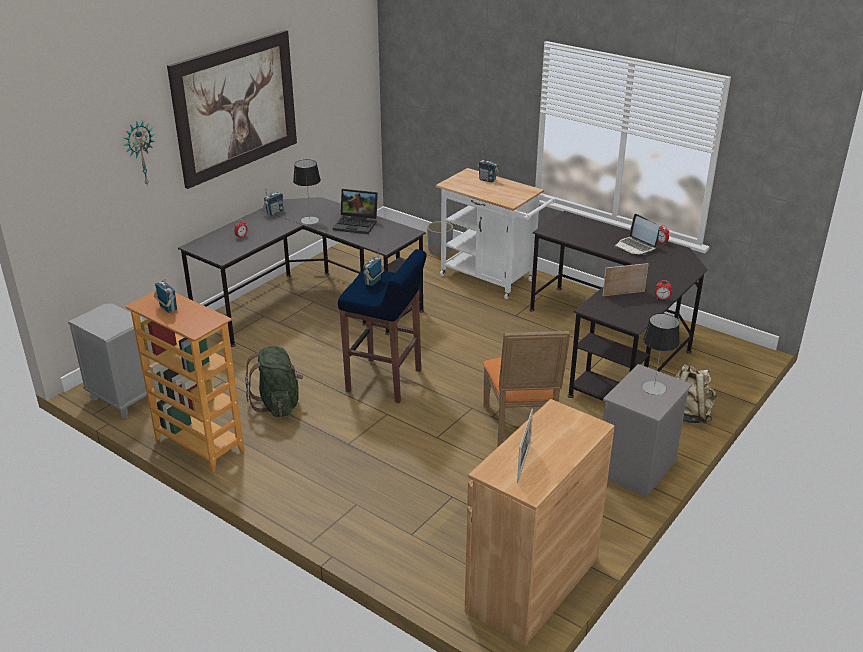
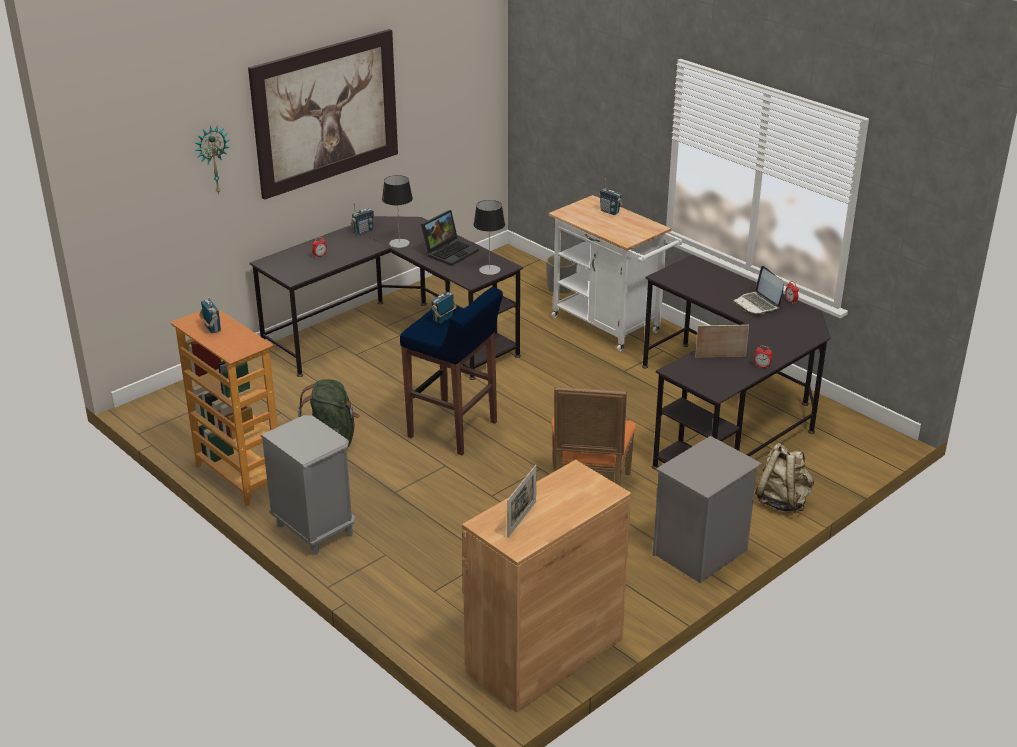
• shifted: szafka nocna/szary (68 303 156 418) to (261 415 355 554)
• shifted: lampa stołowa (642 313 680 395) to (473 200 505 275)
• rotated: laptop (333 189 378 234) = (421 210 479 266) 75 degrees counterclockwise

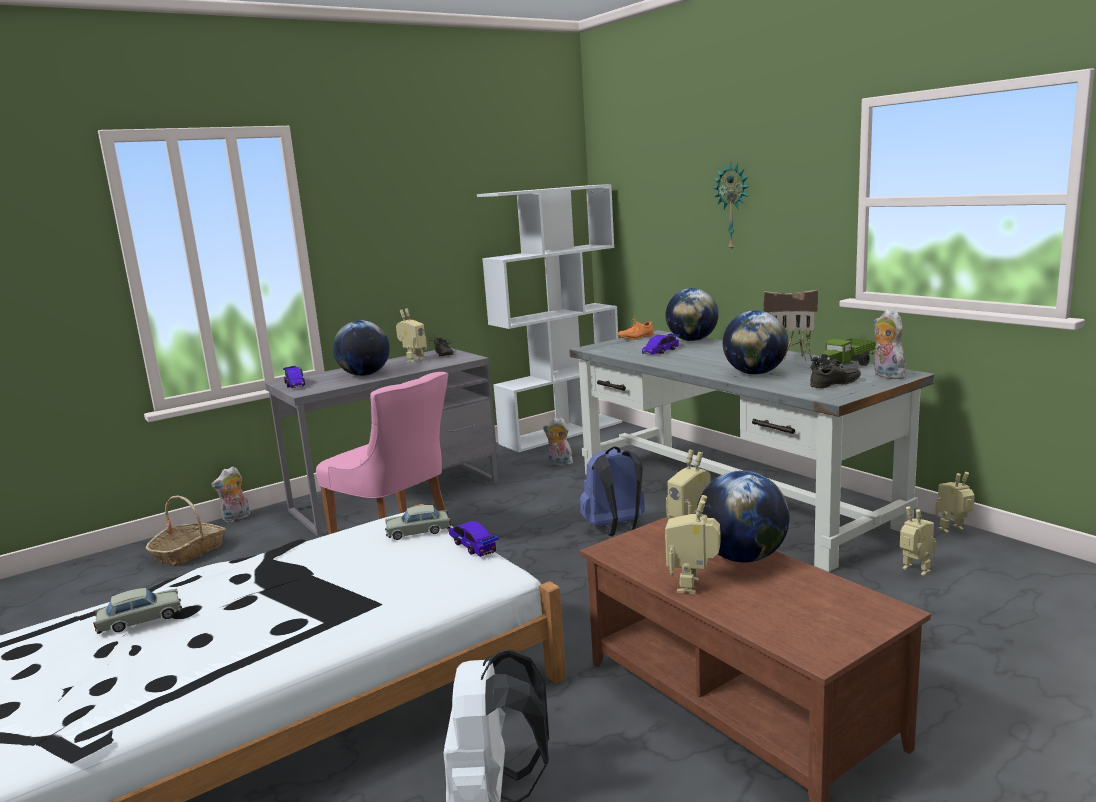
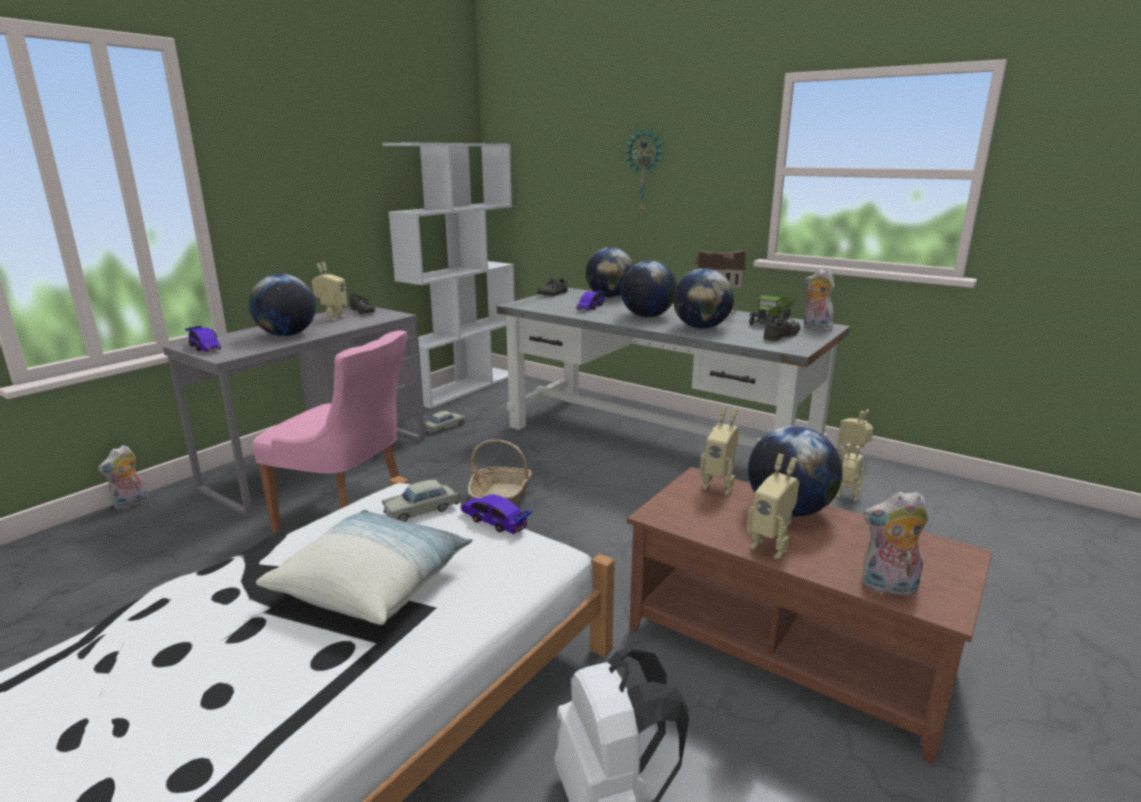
• gone: plecak/niebieski (580 446 645 536)
• new: poduszka (256 510 472 625)
• new: globus (621 261 677 317)
• shifted: samochodzik/beżowy (93 588 182 634) to (424 411 466 433)
• shifted: koszyk (146 496 226 566) to (468 439 532 505)
• shifted: pluszak (543 418 575 466) to (862 491 929 596)
• repainted: but/pomarańczowy (618 315 654 340) to but/szary (537 274 568 296)
• rotated: robot zabawkowy (665 495 721 594) = (747 453 799 559) 45 degrees counterclockwise

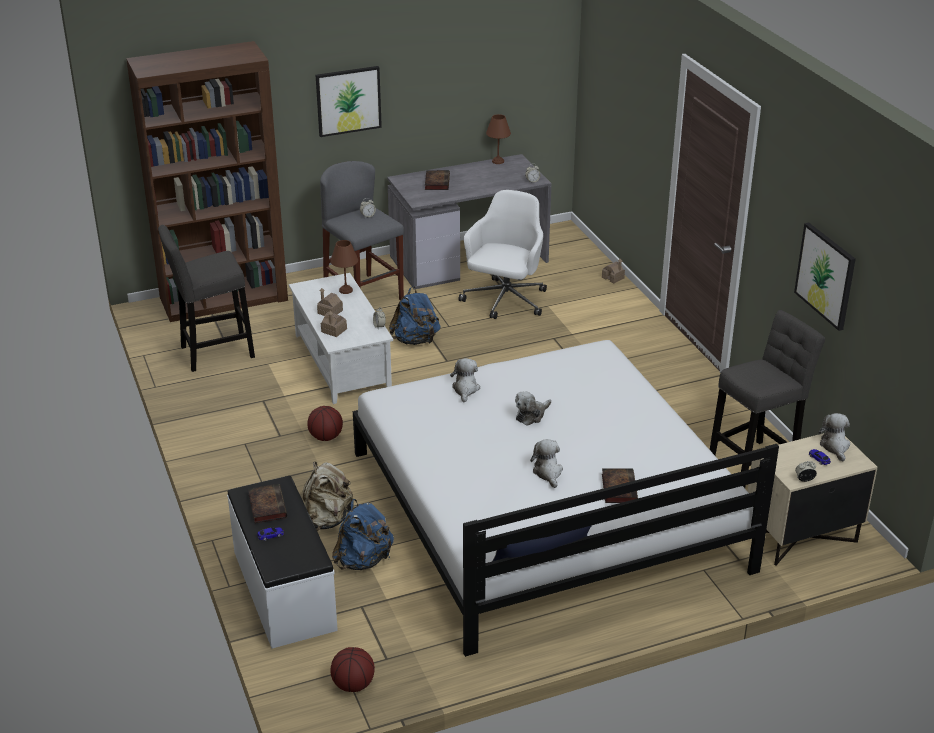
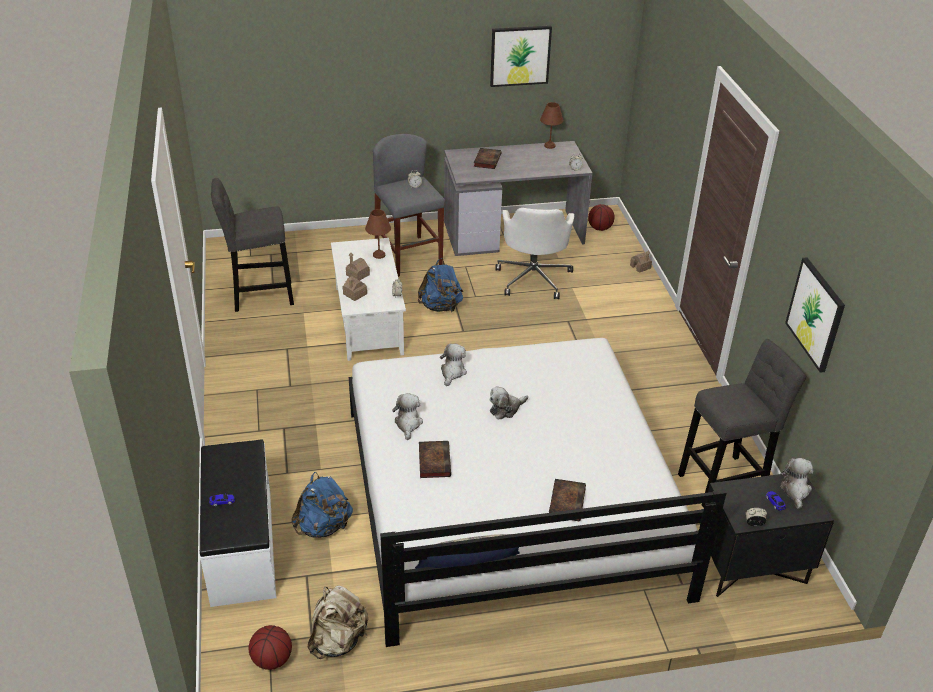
• gone: regał/brązowy (126 41 288 322)
• shifted: książka (248 484 287 523) to (419 441 451 478)
• shifted: plecak/beżowy (303 462 353 531) to (308 586 368 659)
• shifted: piłka do koszykówki (307 406 343 441) to (588 204 615 231)
• shifted: obraz (316 66 382 137) to (490 26 552 87)
• shifted: pluszak (530 439 563 488) to (392 393 423 440)
• repainted: szafka nocna/beżowy (748 433 877 566) to szafka nocna/czarny (705 474 834 597)
• rotated: krzesło biurowe/biały (459 190 547 319) = (495 208 574 299) 150 degrees clockwise

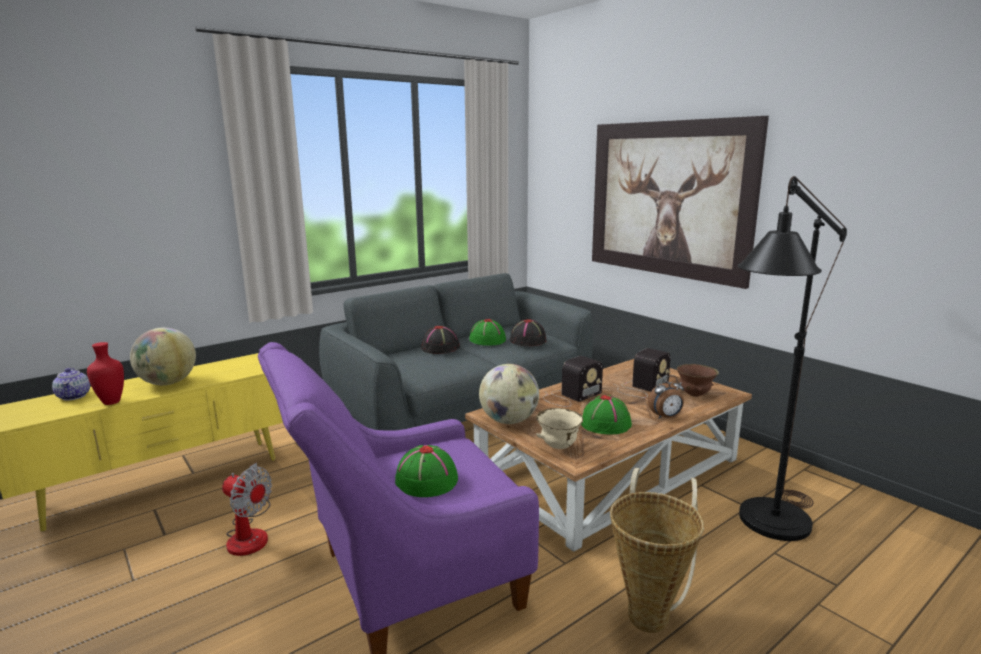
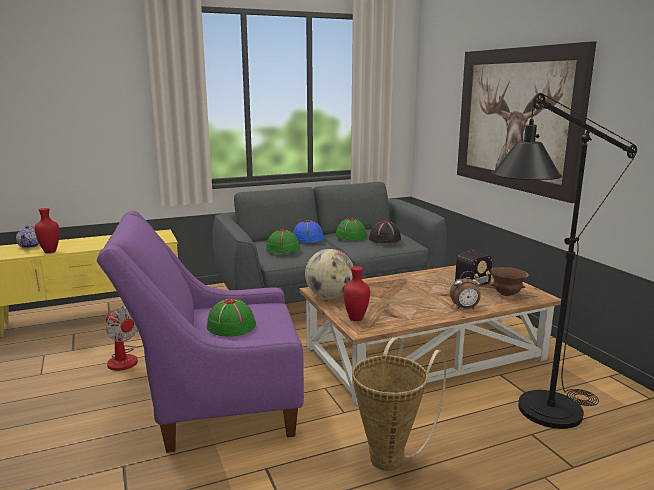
• gone: globus (130 328 196 385)
• gone: radio (544 356 603 407)
• shifted: kapelusz/zielony (581 395 632 434) to (266 229 300 254)
• swapped: miska/beżowy (536 408 583 449) to wazon/czerwony (343 266 370 321)
• repainted: kapelusz/czarny (421 326 460 354) to kapelusz/niebieski (293 220 324 243)

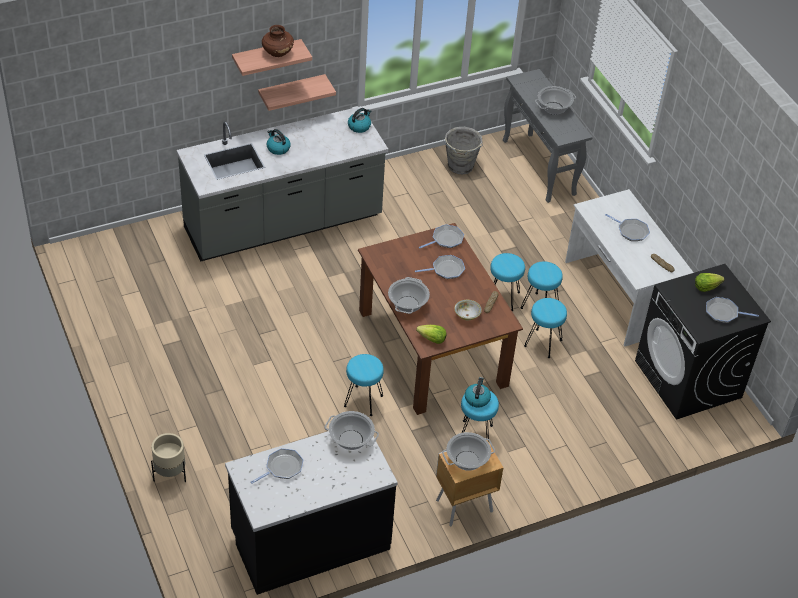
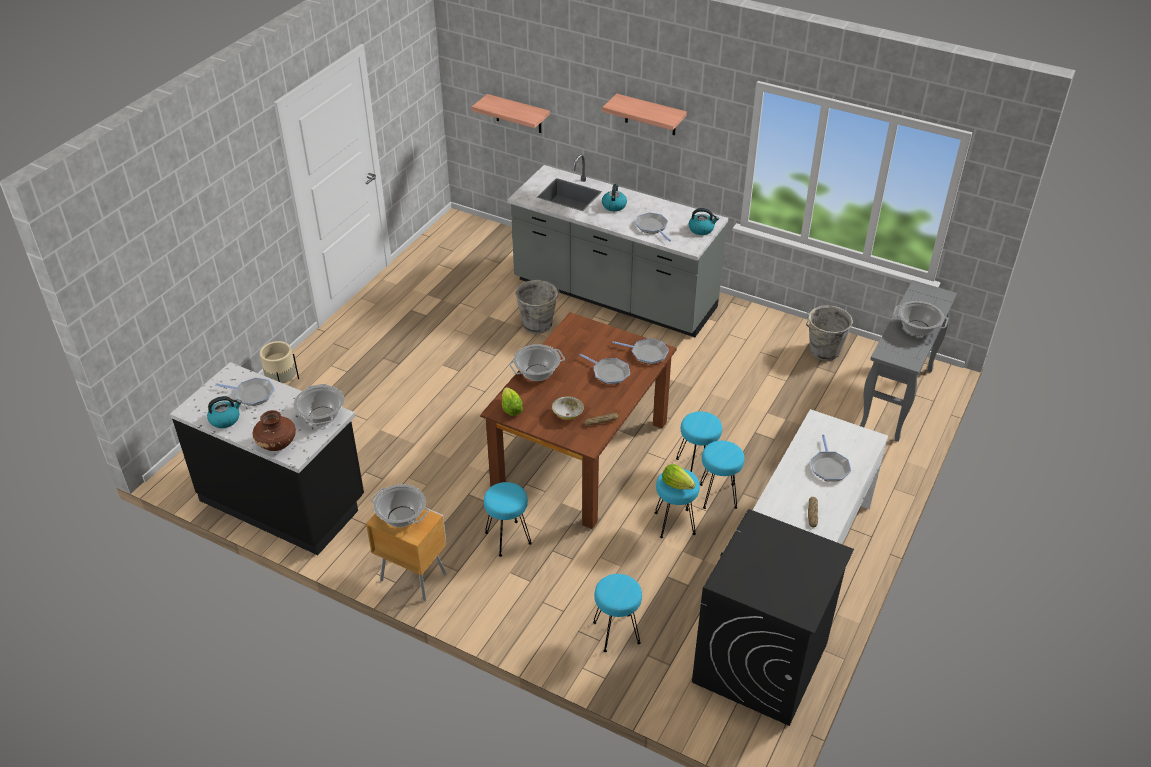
• new: wiadro/szary (515 280 559 334)
• shifted: półka (258 74 336 111) to (471 94 550 133)
• shifted: wazon/brązowy (262 25 294 57) to (253 410 296 451)
• shifted: stołek/turkusowy (344 354 384 416) to (593 574 642 652)
• shifted: czajnik (465 377 491 408) to (207 396 242 428)
• shifted: sałata (695 273 725 292) to (662 464 696 490)
• shifted: patelnia (706 297 759 323) to (635 212 671 241)

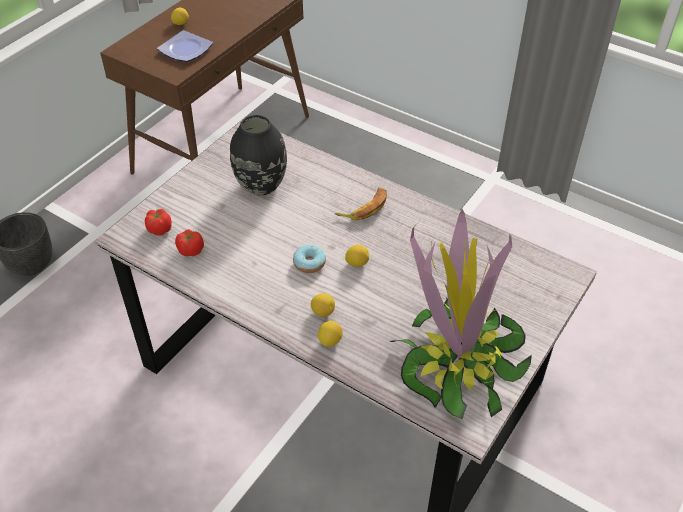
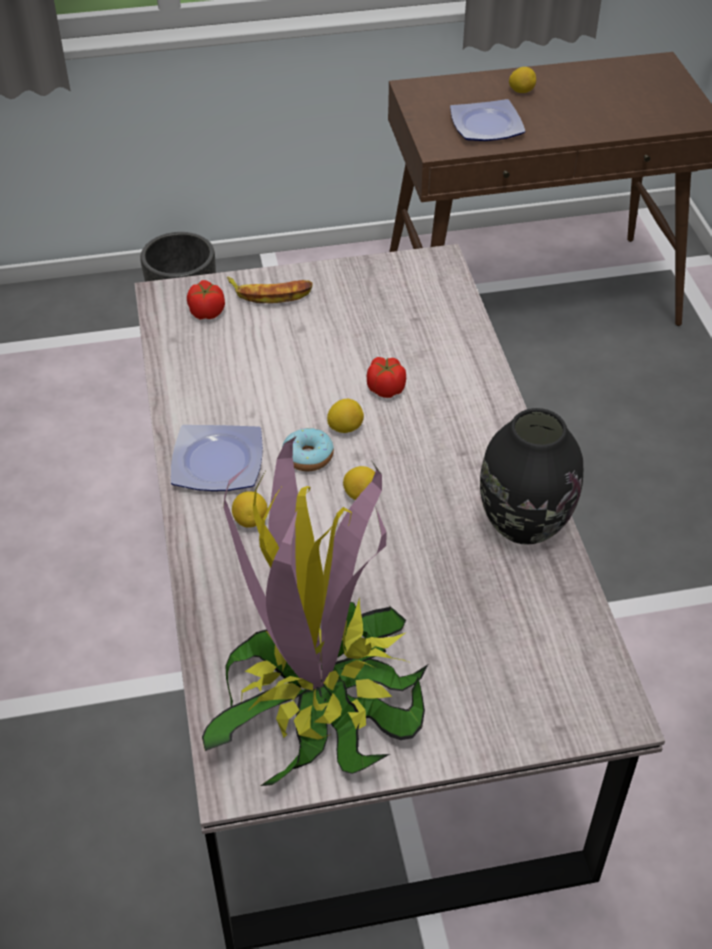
• new: talerz (171 425 263 491)
• shifted: pomidor (175 229 204 256) to (367 357 406 398)
• shifted: wazon/czarny (230 115 287 196) to (480 408 583 545)
• shifted: cytryna (318 321 343 347) to (327 399 364 433)
• shifted: banan (335 188 387 220) to (227 276 313 303)

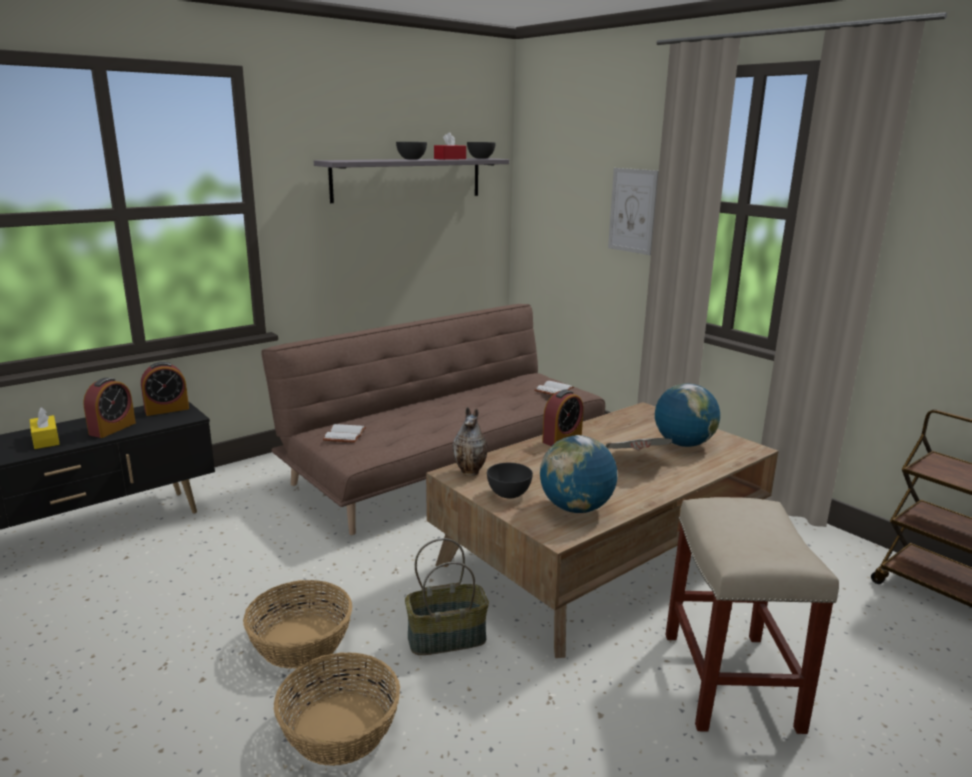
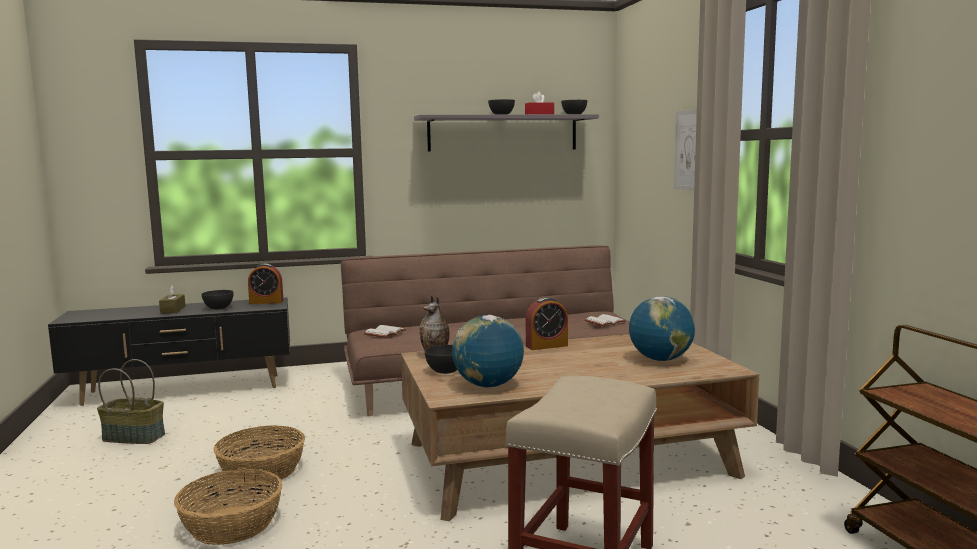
• gone: gazeta (606 438 673 451)
• shifted: koszyk (405 538 489 655) to (97 359 165 444)
• swapped: budzik (83 378 136 438) to miska/szary (201 290 234 309)
• repainted: pudełko chusteczek/żółty (30 407 60 449) to pudełko chusteczek/brązowy (159 285 185 314)

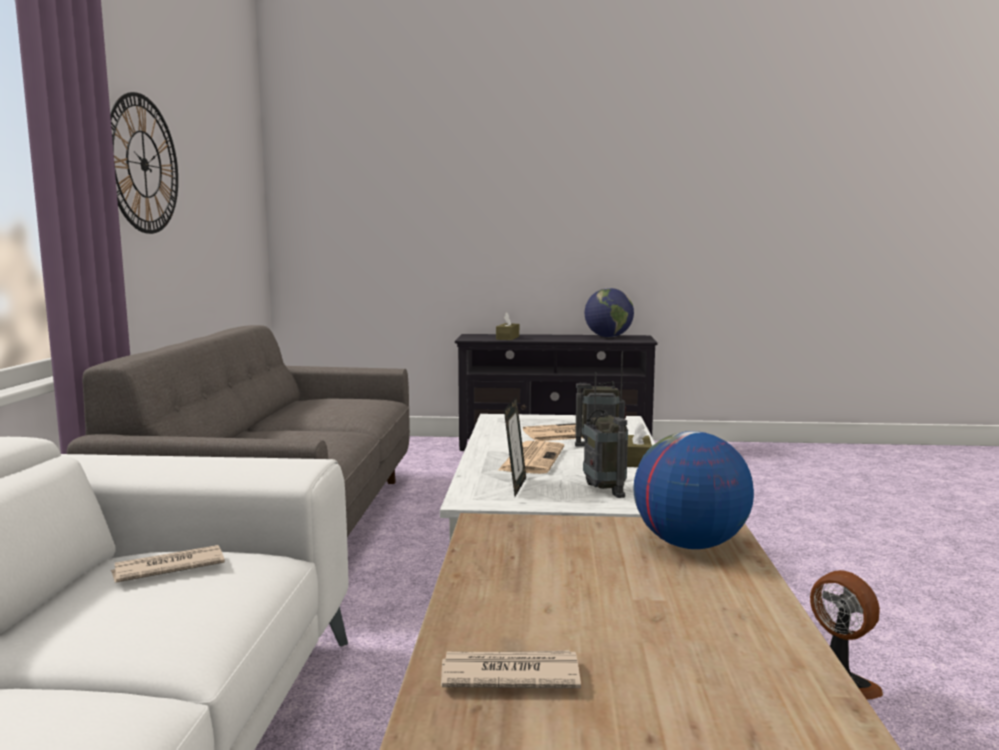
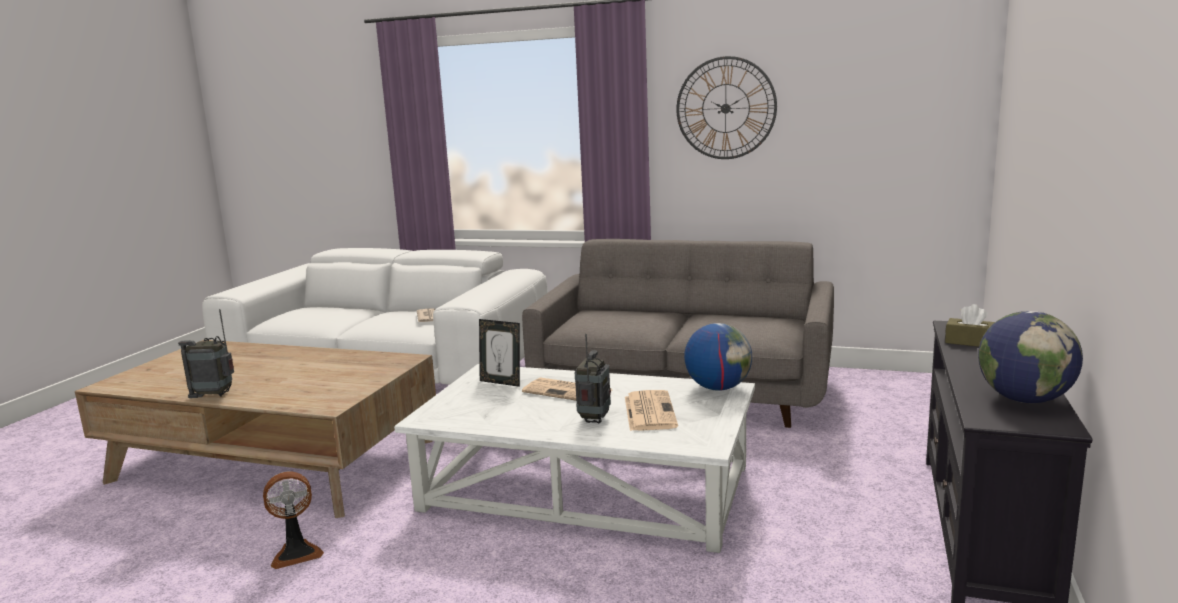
• gone: gazeta (441 650 581 688)
• gone: pudełko chusteczek/brązowy (627 422 652 467)
• shifted: radio (583 372 628 498) to (178 309 234 398)
• shifted: globus (633 431 754 549) to (684 323 752 391)

